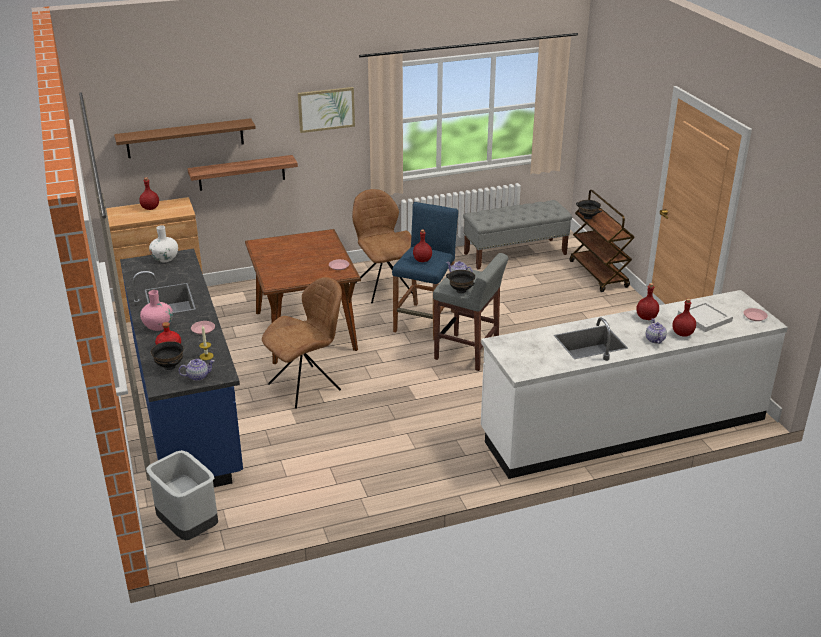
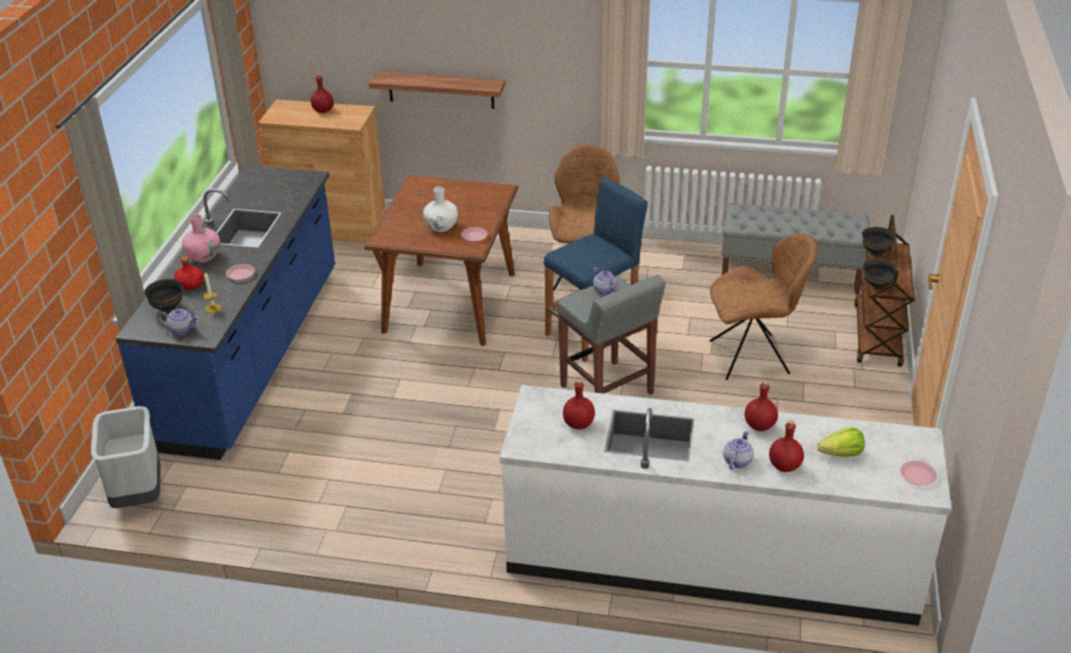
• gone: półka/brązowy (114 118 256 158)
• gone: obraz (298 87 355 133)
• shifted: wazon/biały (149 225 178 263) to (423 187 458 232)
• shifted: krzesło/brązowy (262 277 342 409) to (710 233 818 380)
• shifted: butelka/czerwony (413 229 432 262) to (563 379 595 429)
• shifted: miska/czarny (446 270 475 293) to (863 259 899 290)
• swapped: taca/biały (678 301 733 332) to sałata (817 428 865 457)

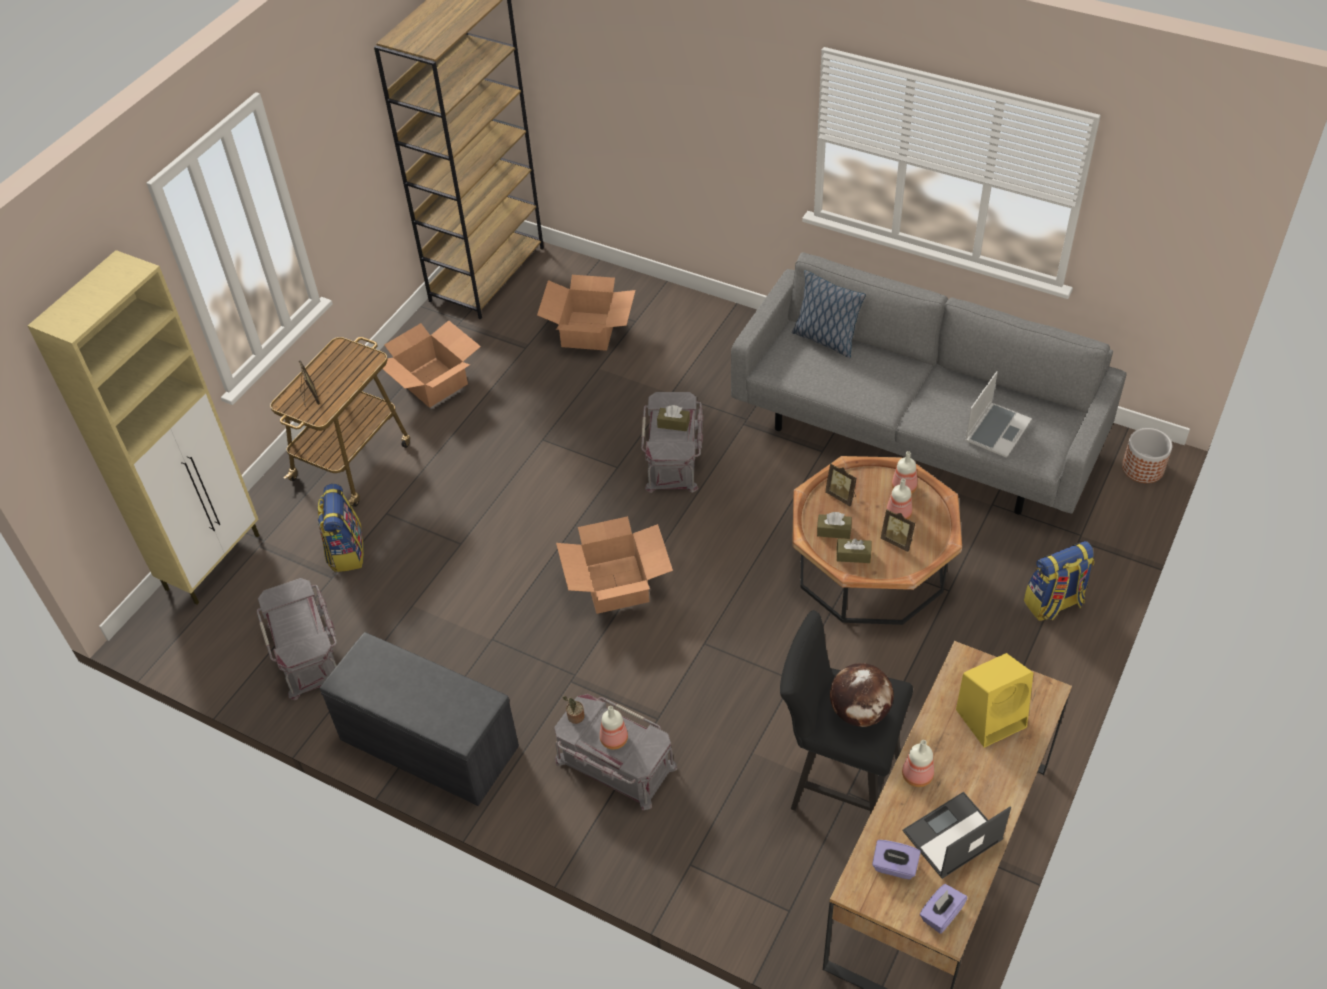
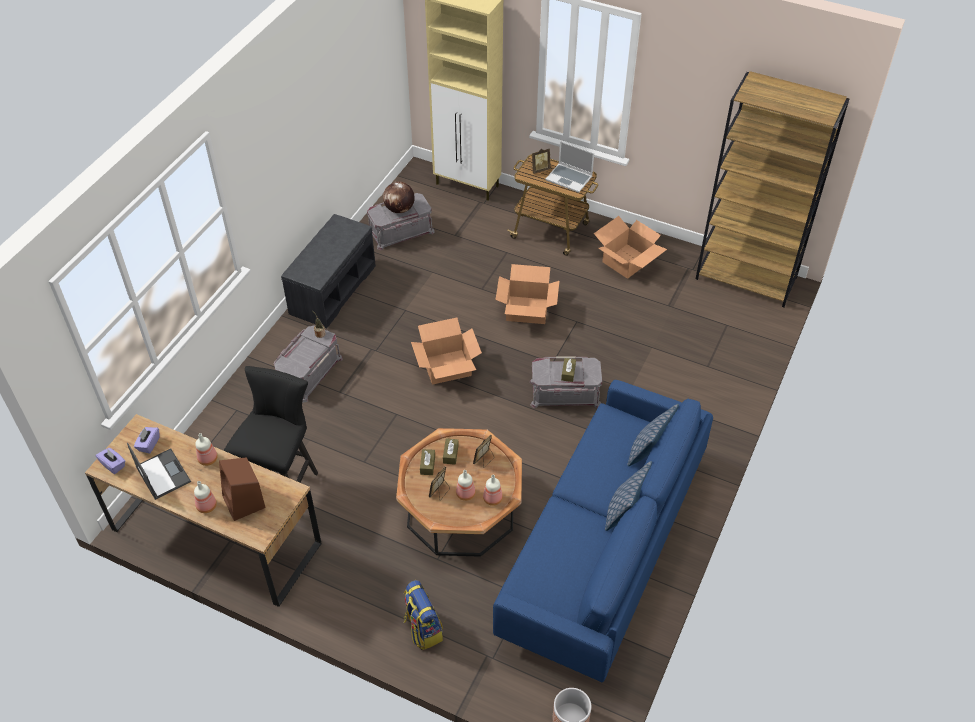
• gone: plecak (317 484 364 572)
• new: poduszka (605 461 652 531)
• shifted: karton (537 275 636 351) to (495 264 559 324)
• shifted: butelka (600 706 628 749) to (194 481 217 513)
• shifted: globus (830 663 894 727) to (383 182 415 213)
• shifted: laptop (965 371 1032 458) to (546 141 594 193)
• repainted: kanapa/szary (731 252 1127 515) to kanapa/niebieski (493 380 713 682)
• repainted: głośnik/żółty (956 653 1033 748) to głośnik/brązowy (219 457 266 521)

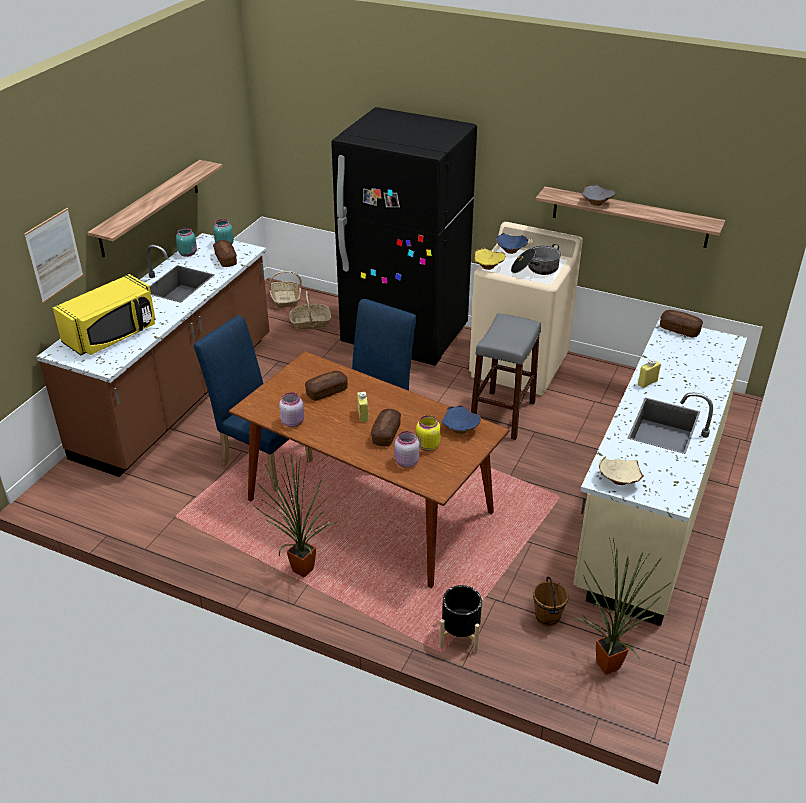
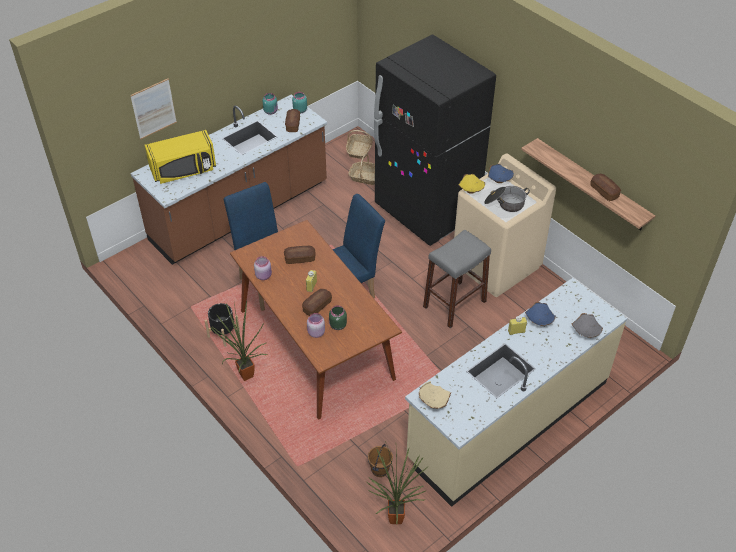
• gone: półka (88 160 223 258)
• shifted: donica/czarny (439 585 483 654) to (204 303 240 347)
• shifted: miska/niebieski (441 405 481 434) to (525 302 556 326)
• shifted: miska/szary (581 184 615 206) to (572 313 603 338)
• shifted: chleb (660 310 703 338) to (591 174 621 201)
• repainted: słoik/żółty (416 415 441 451) to słoik/zielony (329 305 347 330)

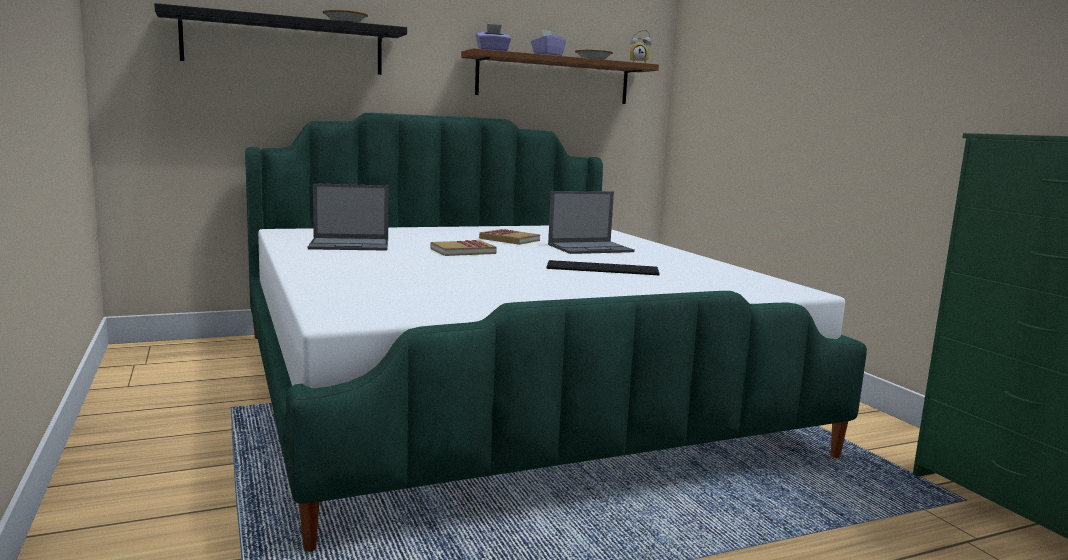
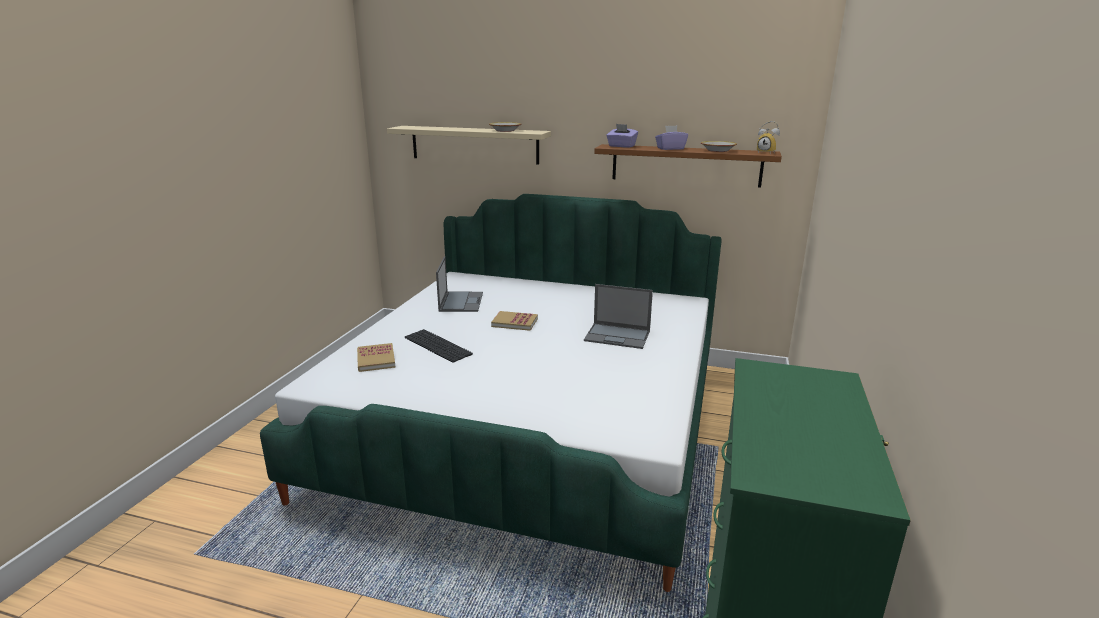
• shifted: książka (479 229 540 245) to (357 343 396 372)
• shifted: klawiatura (547 260 660 275) to (405 329 473 363)
• repainted: półka/czarny (154 3 407 75) to półka/beżowy (387 126 551 164)
• rotated: laptop (308 183 388 251) = (436 256 483 312) 120 degrees counterclockwise

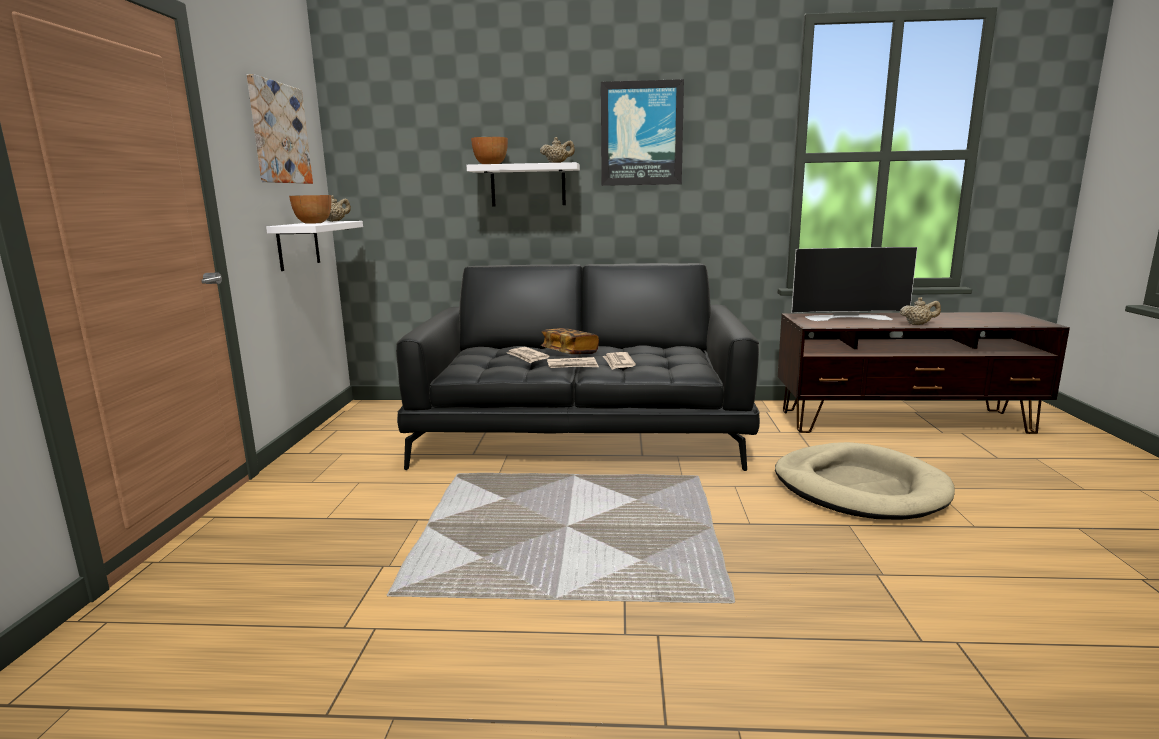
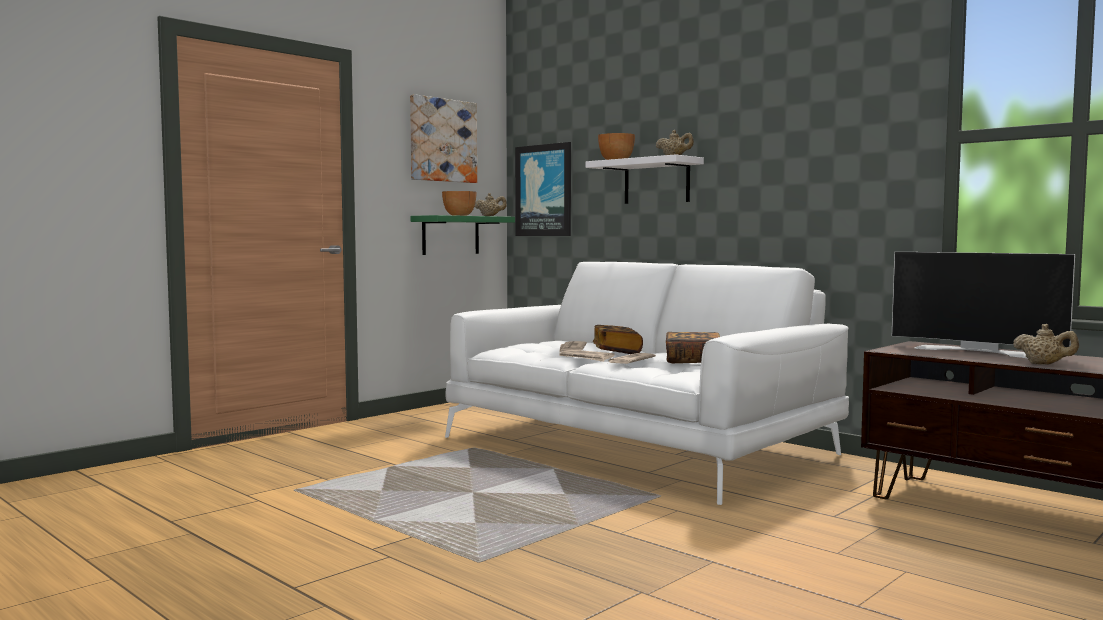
• gone: legowisko/beżowy (775 442 955 520)
• new: książka (666 332 720 363)
• shifted: obraz (601 79 684 186) to (515 142 571 236)
• repainted: półka/biały (266 221 363 271) to półka/zielony (410 215 515 255)
• repainted: kanapa/czarny (396 263 760 471) to kanapa/biały (445 262 849 505)

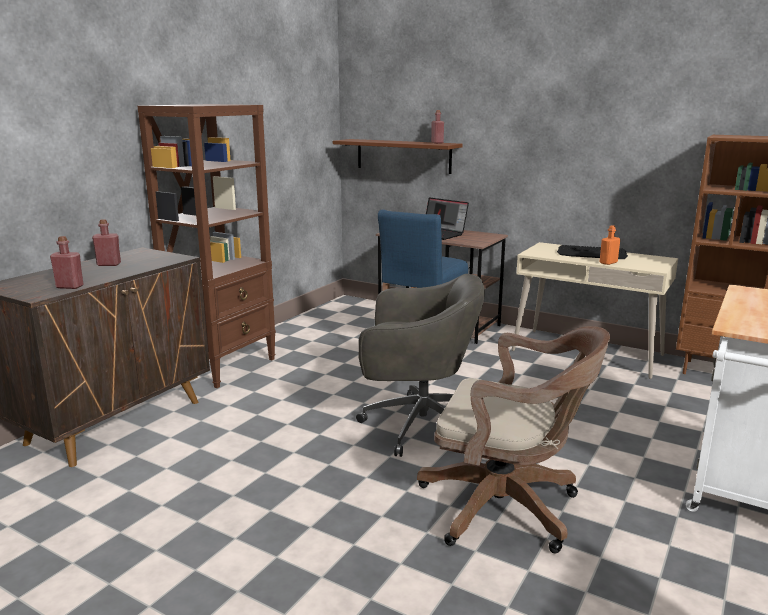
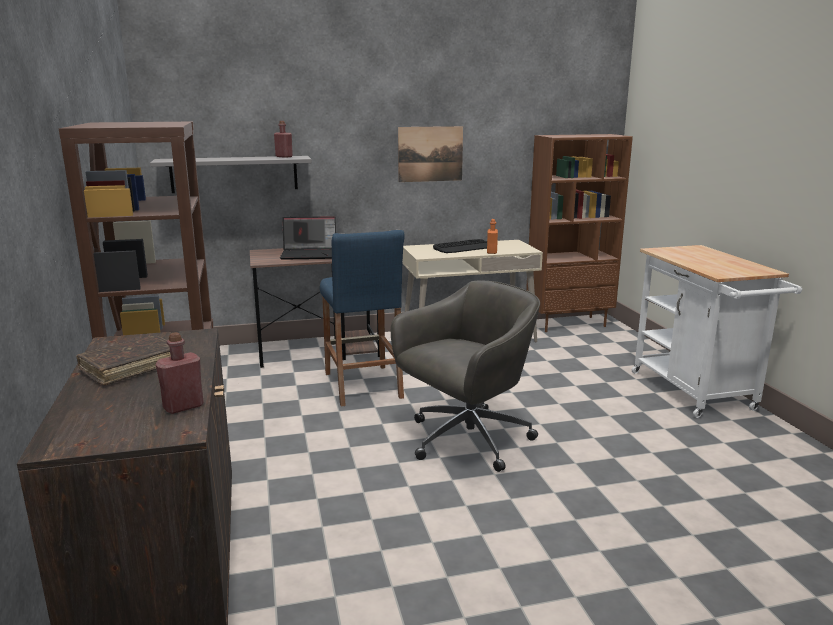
• gone: krzesło biurowe/brązowy (417 326 610 554)
• new: obraz (398 126 463 182)
• swapped: butelka/czerwony (92 219 121 266) to książka/brązowy (76 336 171 385)
• repainted: półka/brązowy (333 139 463 174) to półka/szary (150 156 312 193)

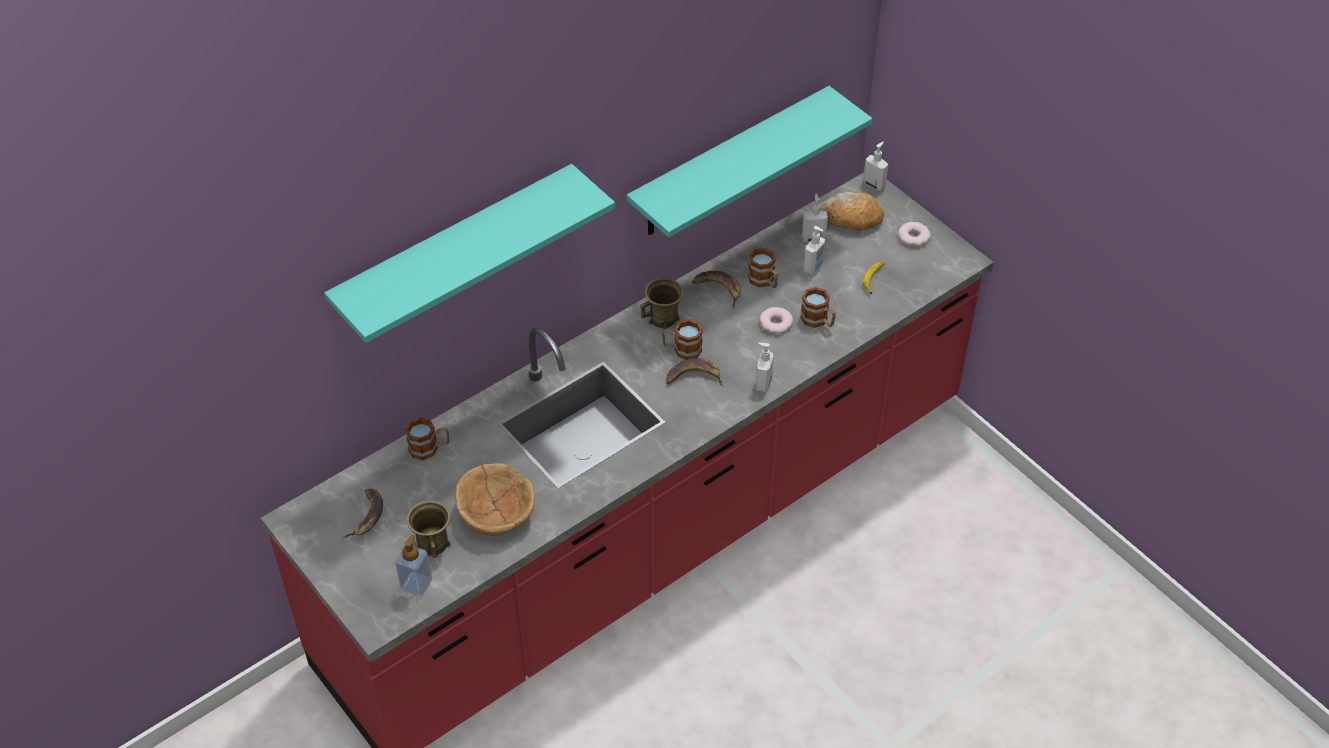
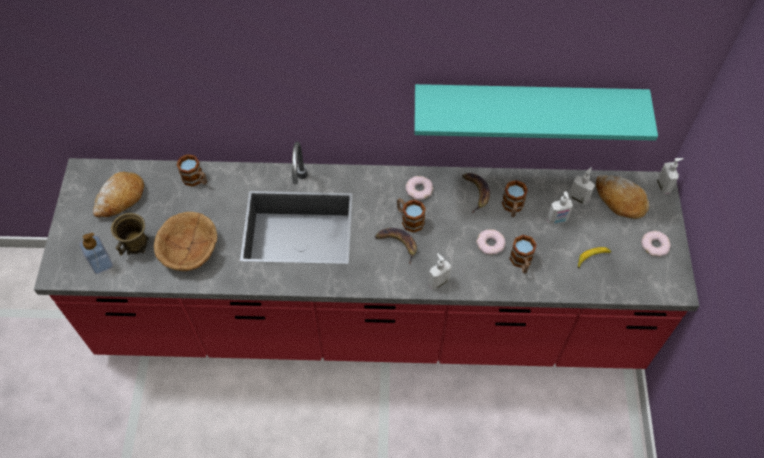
• gone: półka/turkusowy (324 164 615 343)
• swapped: banan (343 489 383 538) to chleb (93 172 144 218)
• swapped: kubek/brązowy (640 278 684 329) to donut (405 176 433 200)

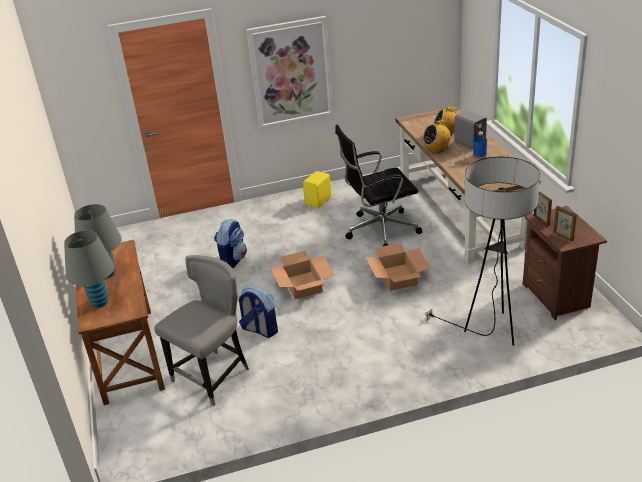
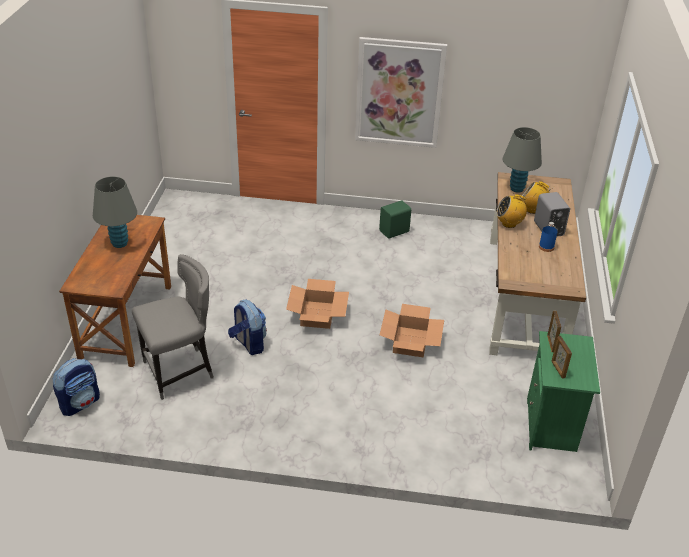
• gone: krzesło biurowe/czarny (335 125 423 246)
• gone: lampa stojąca (423 157 540 346)
• shifted: lampa stołowa/szary (64 230 114 308) to (503 127 542 193)
• shifted: plecak (214 219 247 268) to (53 358 100 416)
• repainted: głośnik/żółty (303 171 331 208) to głośnik/zielony (379 200 411 239)
• repainted: szafka nocna/brązowy (523 206 607 320) to szafka nocna/zielony (527 331 600 452)

